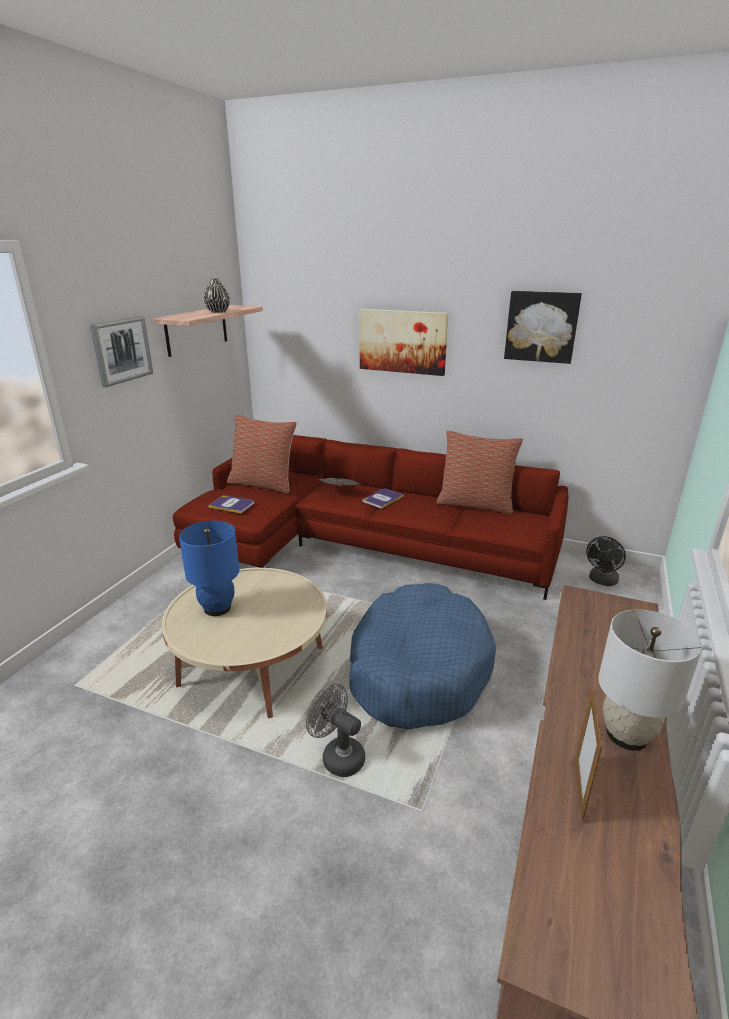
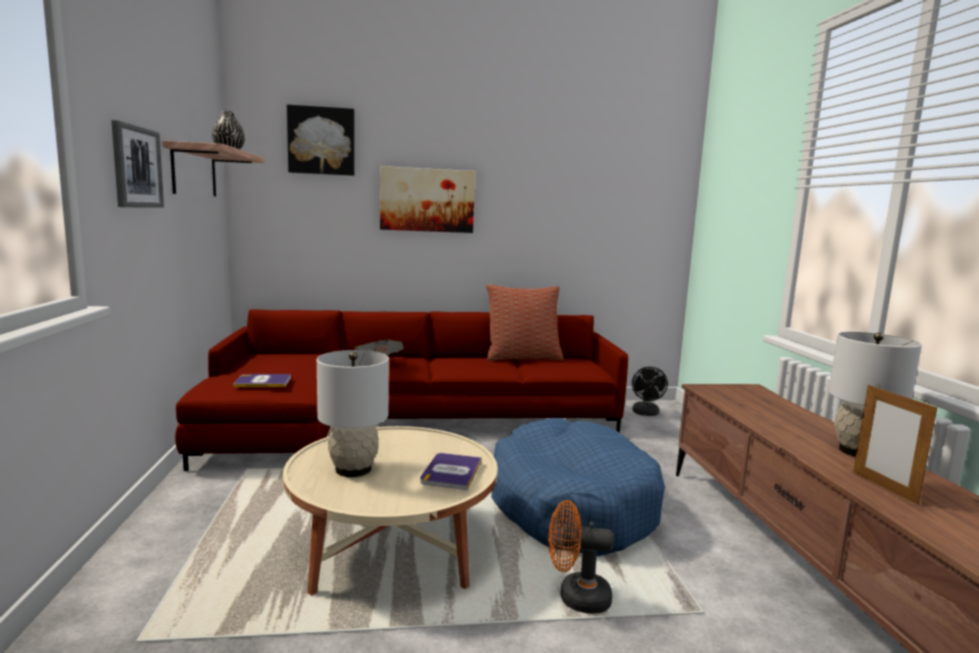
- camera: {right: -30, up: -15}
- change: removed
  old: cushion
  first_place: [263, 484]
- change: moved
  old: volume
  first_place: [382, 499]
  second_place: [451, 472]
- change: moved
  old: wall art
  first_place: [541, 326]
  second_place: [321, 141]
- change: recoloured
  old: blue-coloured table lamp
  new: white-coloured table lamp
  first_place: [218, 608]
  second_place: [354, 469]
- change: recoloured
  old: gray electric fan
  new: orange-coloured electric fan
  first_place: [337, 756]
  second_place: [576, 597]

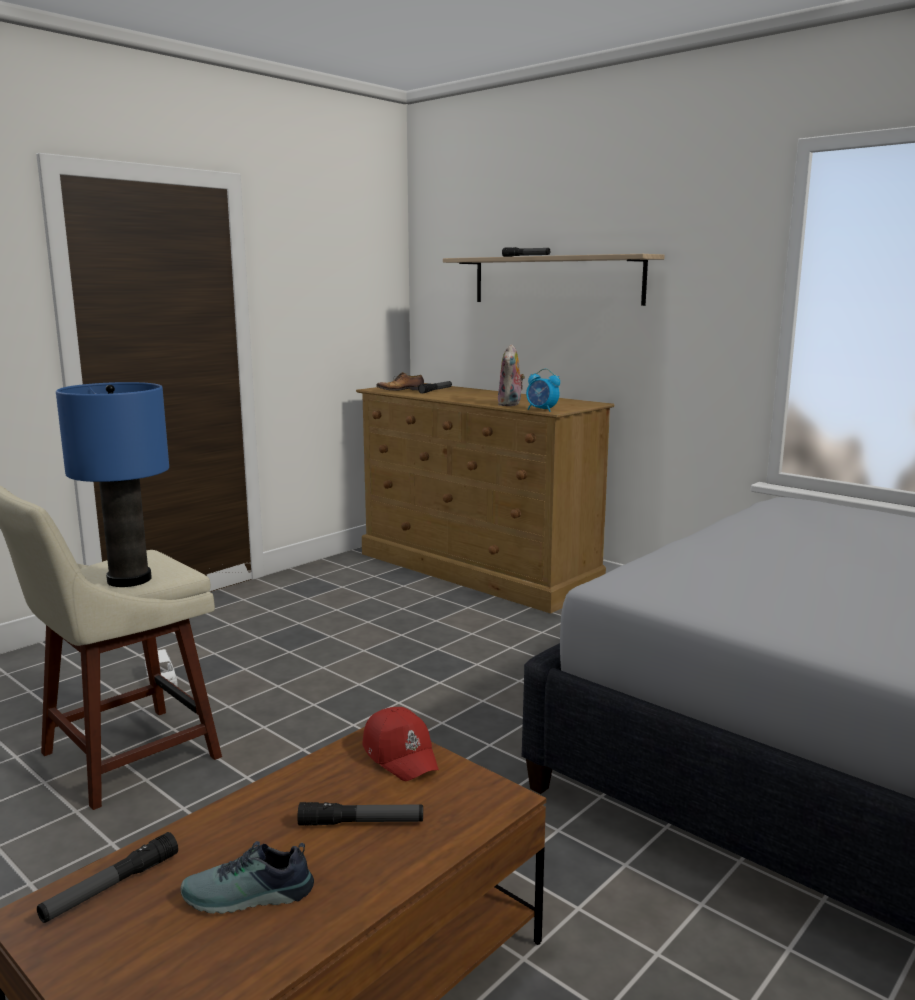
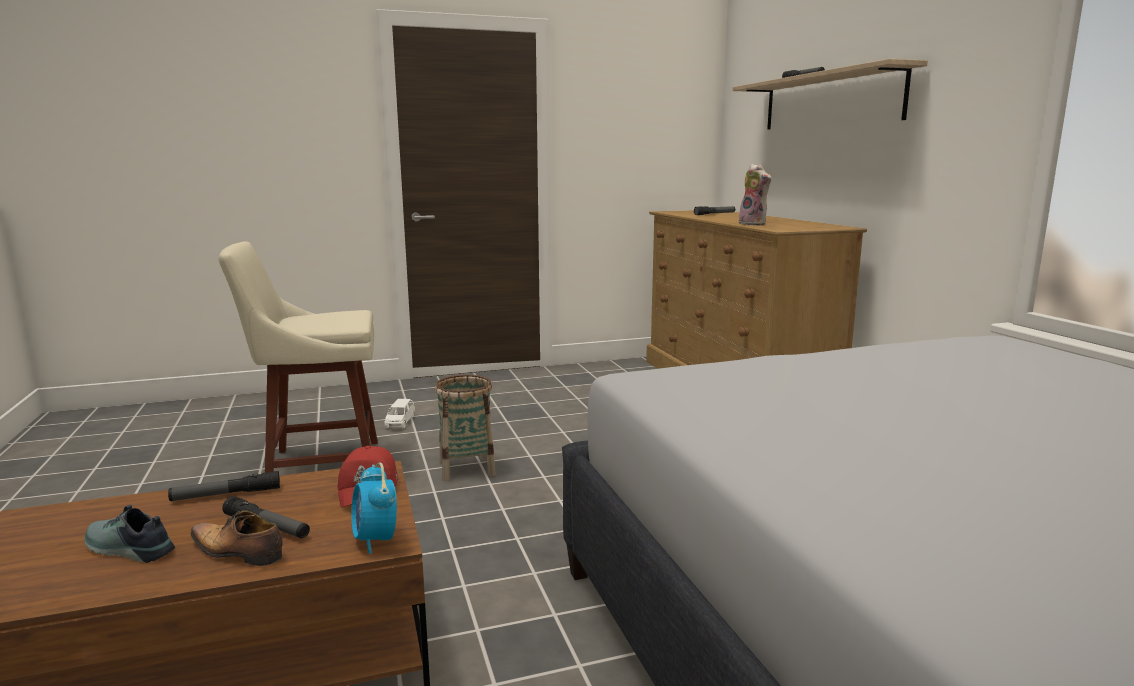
- camera: {right: 30, up: 0}
- change: removed
  old: blue-coloured table lamp
  first_place: [130, 580]
- change: added
  new: basket
  second_place: [467, 468]
- change: moved
  old: torch
  first_place: [111, 887]
  second_place: [226, 495]
- change: moved
  old: item of footwear
  first_place: [401, 390]
  second_place: [237, 552]
- change: moved
  old: alarm clock
  first_place: [542, 410]
  second_place: [375, 540]
- change: turned
  old: cuddly toy
  first_place: [510, 404]
  second_place: [754, 224]
  degrees: -75

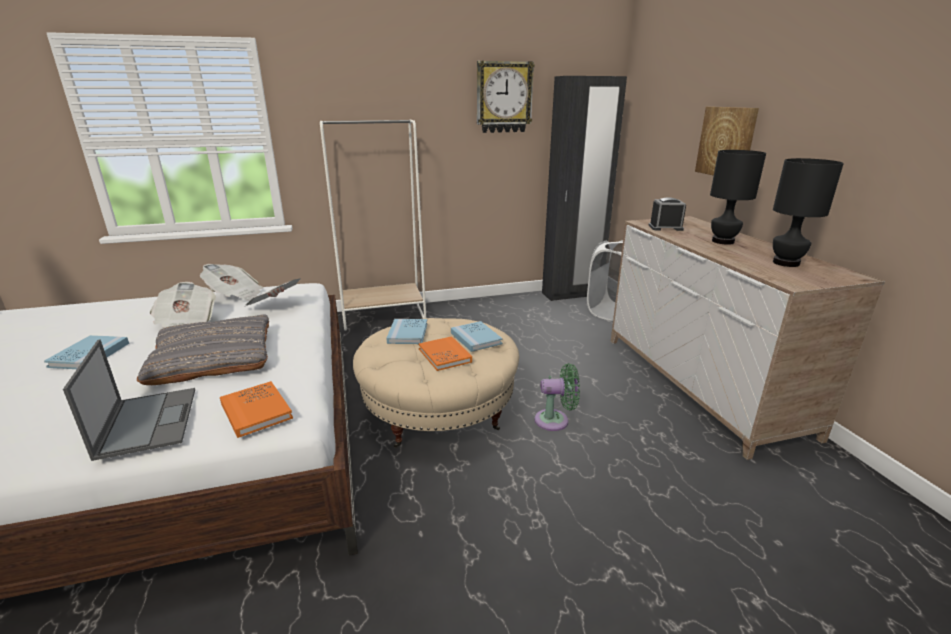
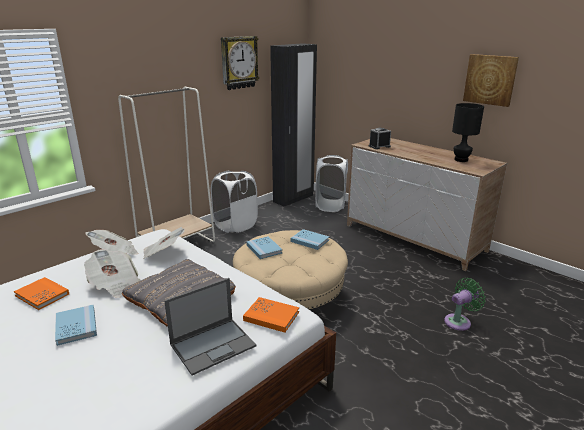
- camera: {right: -30, up: 0}
- change: removed
  old: black table lamp
  first_place: [723, 241]
- change: added
  new: white-coloured hamper
  second_place: [235, 225]
- change: moved
  old: orange-coloured volume
  first_place: [444, 355]
  second_place: [42, 295]
- change: moved
  old: greenish electric fan
  first_place: [555, 420]
  second_place: [459, 321]
- change: moved
  old: wall art
  first_place: [726, 142]
  second_place: [490, 79]
- change: turned
  old: portable computer
  first_place: [148, 421]
  second_place: [214, 345]
  degrees: 105

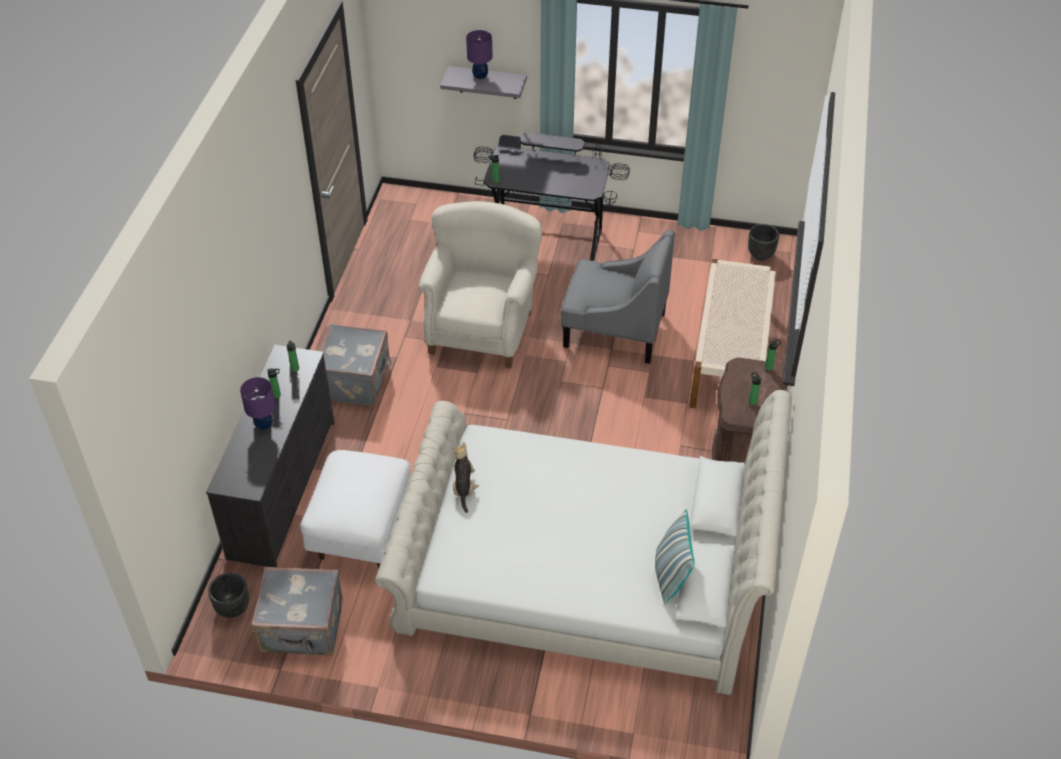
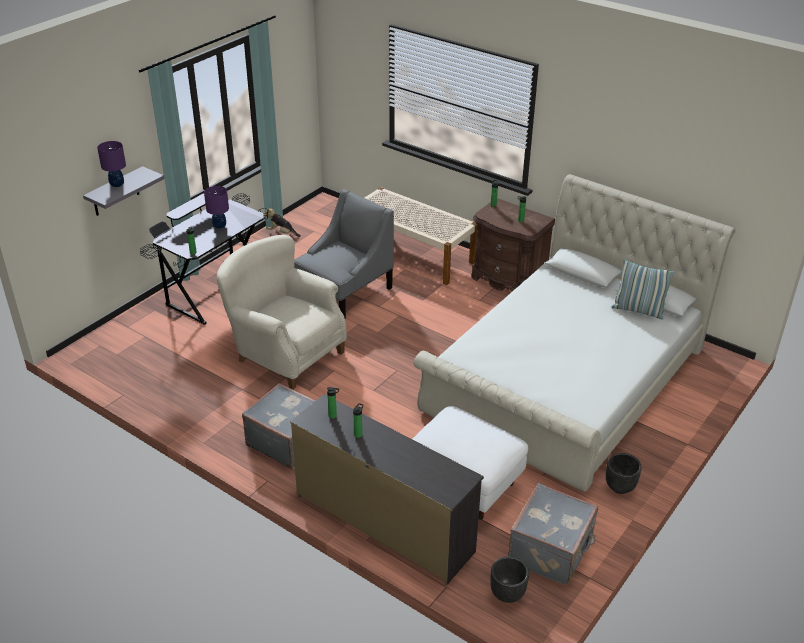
- camera: {right: -65, up: -10}
- change: moved
  old: purple table lamp
  first_place: [263, 425]
  second_place: [219, 226]
- change: moved
  old: cuddly toy
  first_place: [464, 488]
  second_place: [282, 233]
- change: moved
  old: black plant pot
  first_place: [760, 255]
  second_place: [619, 487]

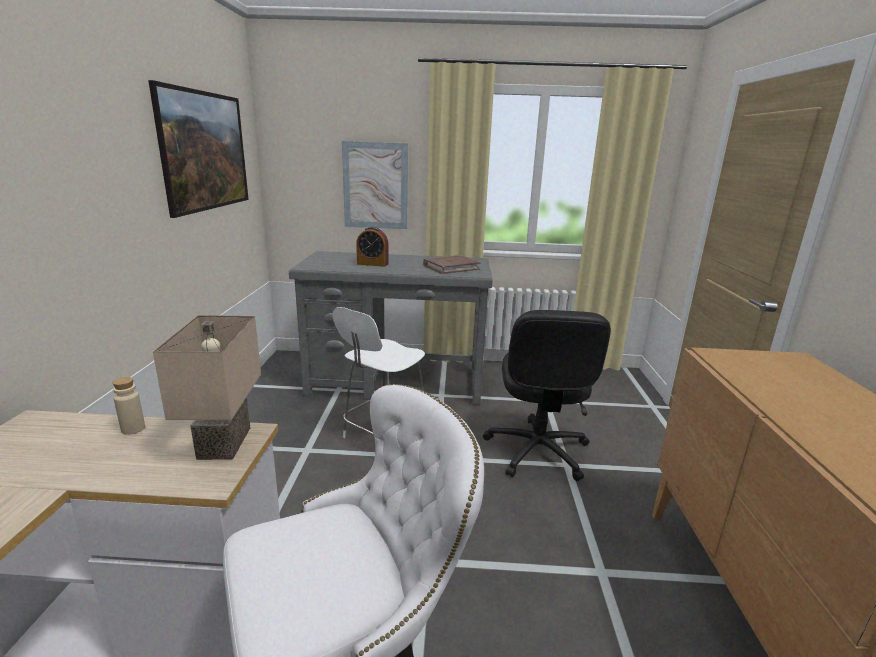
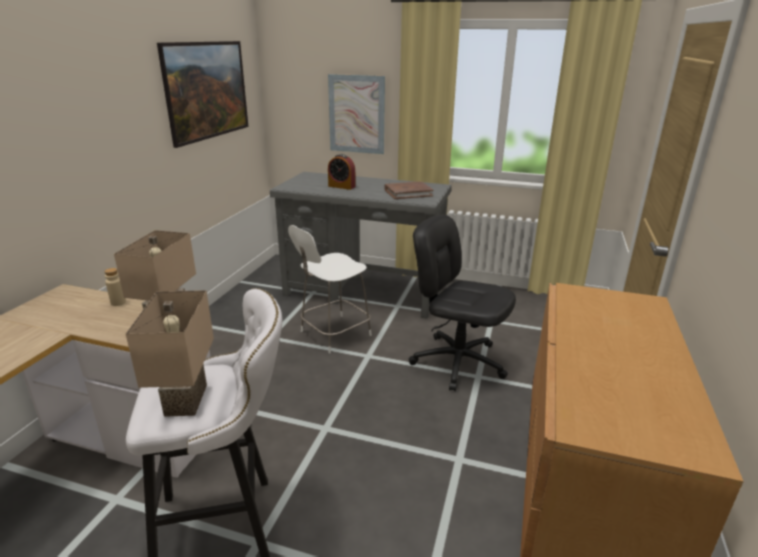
- camera: {right: 15, up: 5}
- change: added
  new: sand-coloured table lamp
  second_place: [188, 400]
- change: turned
  old: black computer chair
  first_place: [537, 450]
  second_place: [458, 361]
  degrees: 105

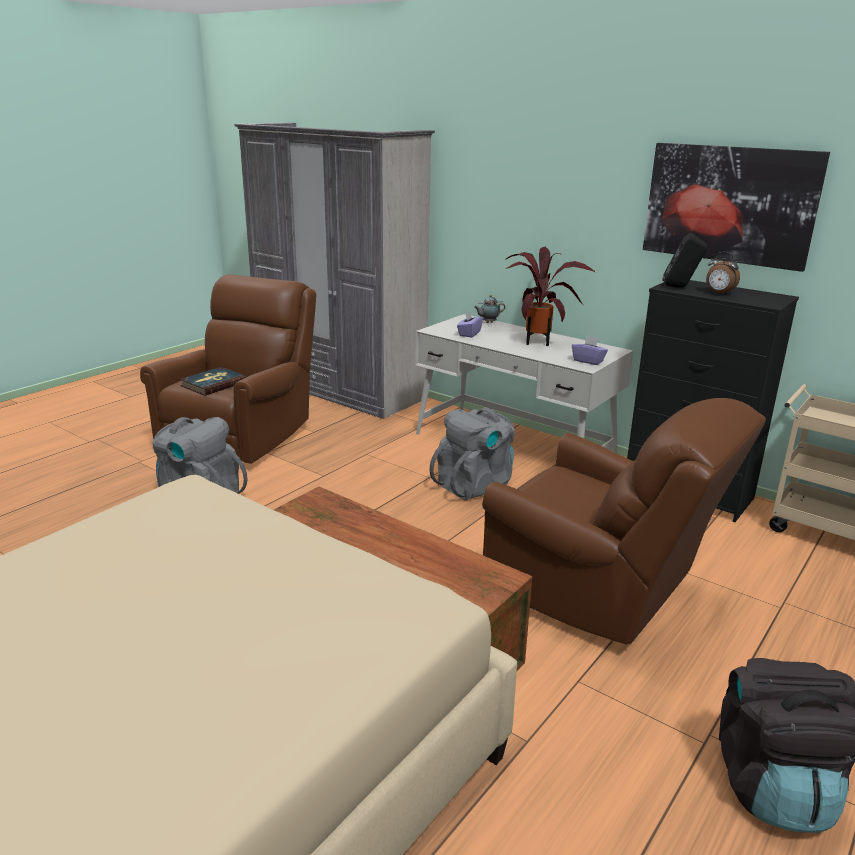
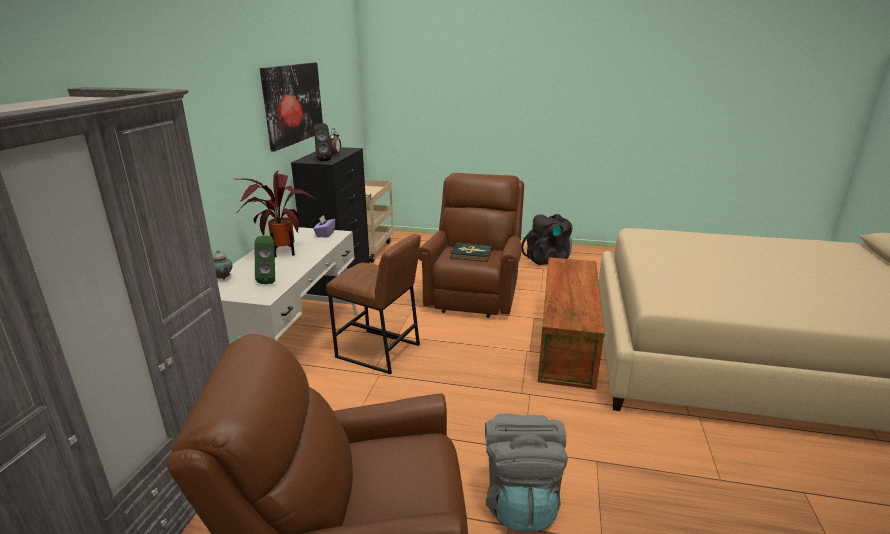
- camera: {right: -115, up: 0}
- change: moved
  old: volume
  first_place: [213, 384]
  second_place: [471, 254]
- change: replaced
  old: gray rucksack
  new: brown upright chair
  first_place: [475, 485]
  second_place: [379, 351]
- change: replaced
  old: purple tissue holder
  new: greenish loudspeaker
  first_place: [469, 334]
  second_place: [270, 280]

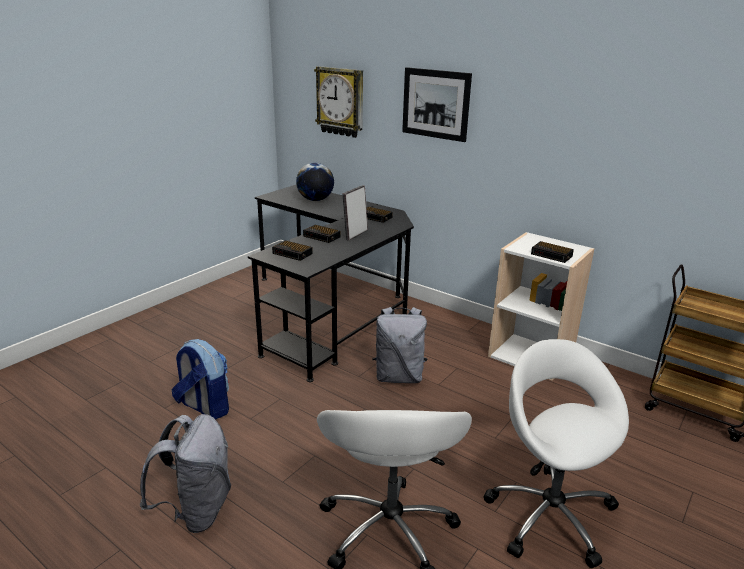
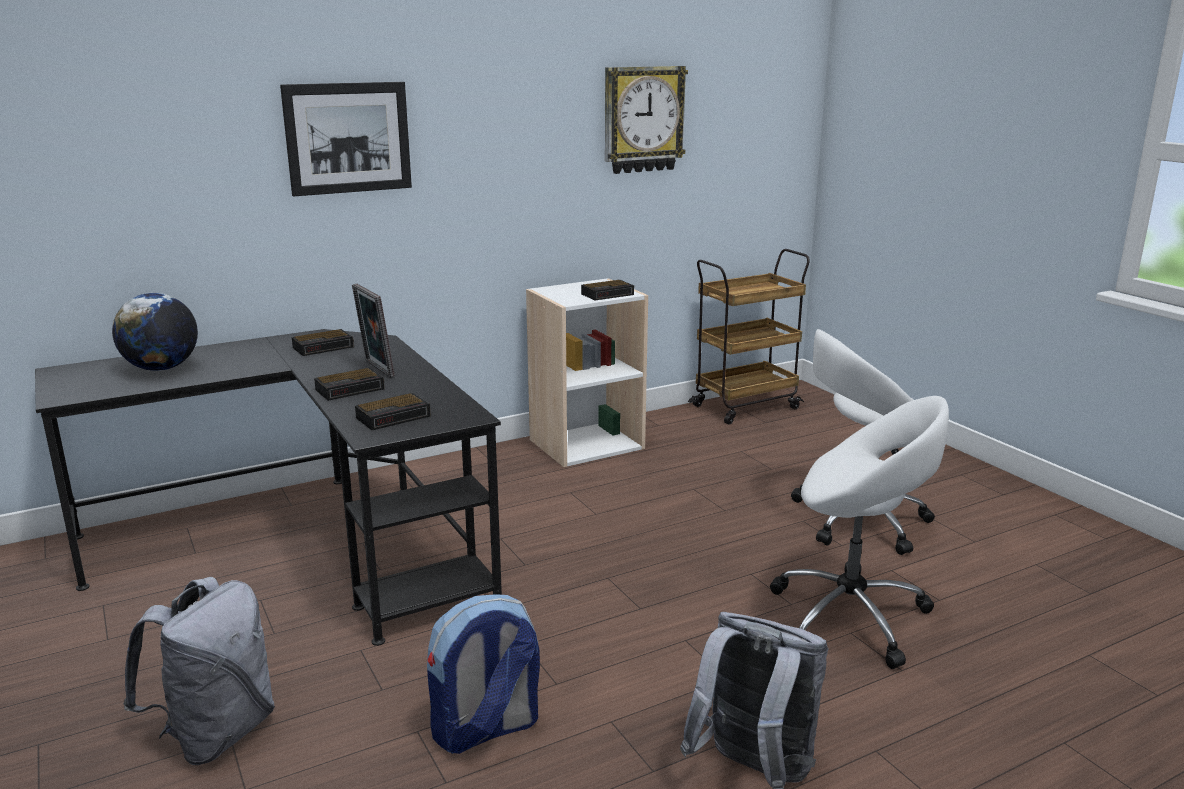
- camera: {right: -65, up: -5}
- change: moved
  old: clock on the wall
  first_place: [340, 101]
  second_place: [642, 119]
- change: moved
  old: gray rucksack
  first_place: [399, 377]
  second_place: [216, 734]

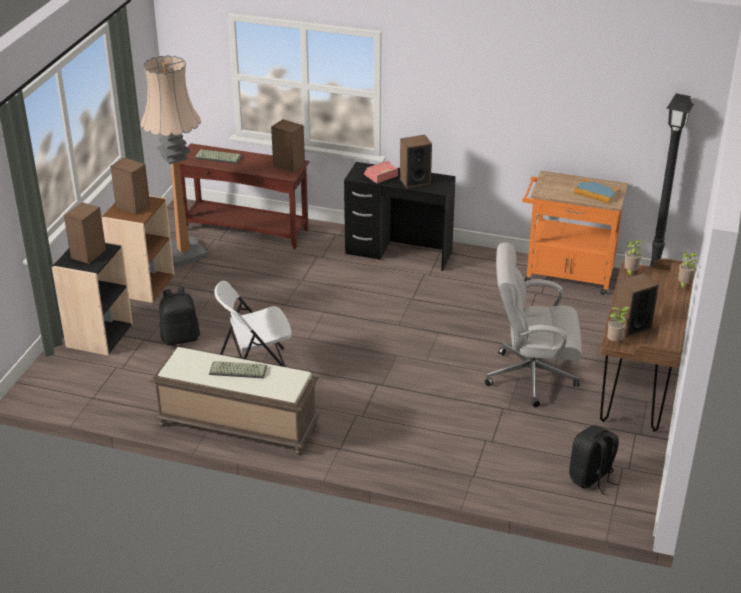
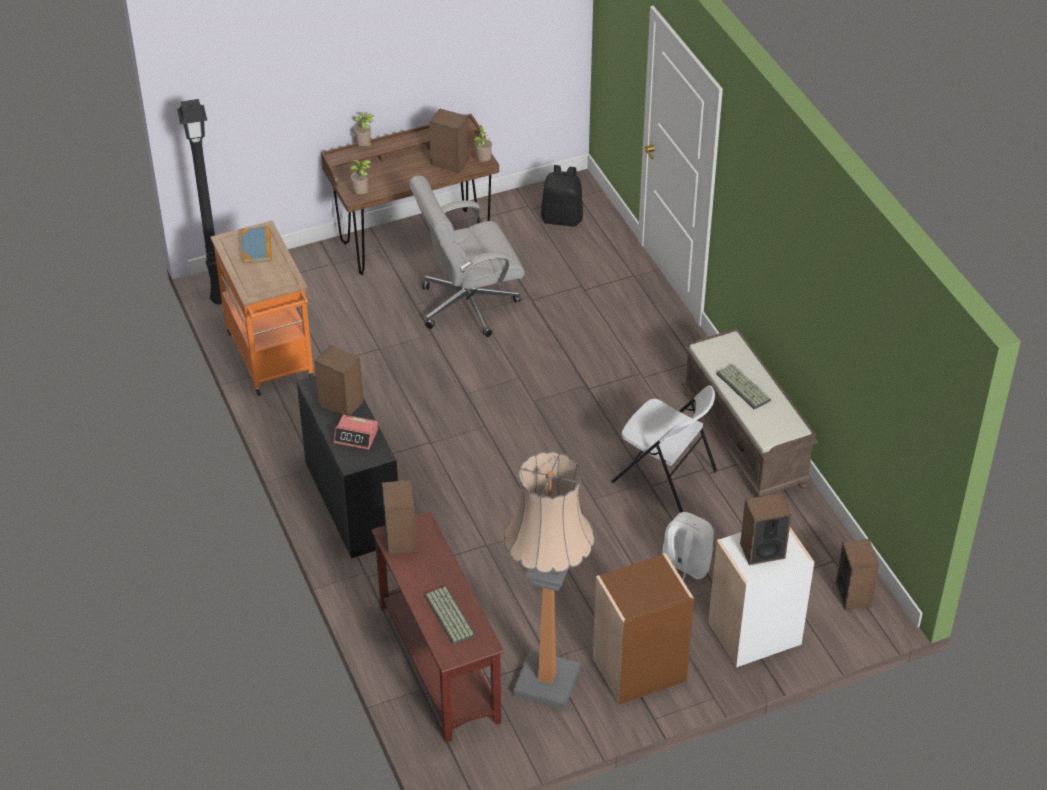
- camera: {right: -130, up: 10}
- change: moved
  old: loudspeaker
  first_place: [133, 206]
  second_place: [853, 594]
- change: recoloured
  old: black bookshelf
  new: white-coloured bookshelf
  first_place: [99, 334]
  second_place: [754, 634]
- change: recoloured
  old: black rucksack
  new: white-coloured rucksack
  first_place: [180, 338]
  second_place: [684, 567]
- change: turned
  old: gray computer chair
  first_place: [531, 376]
  second_place: [468, 304]
  degrees: 105

